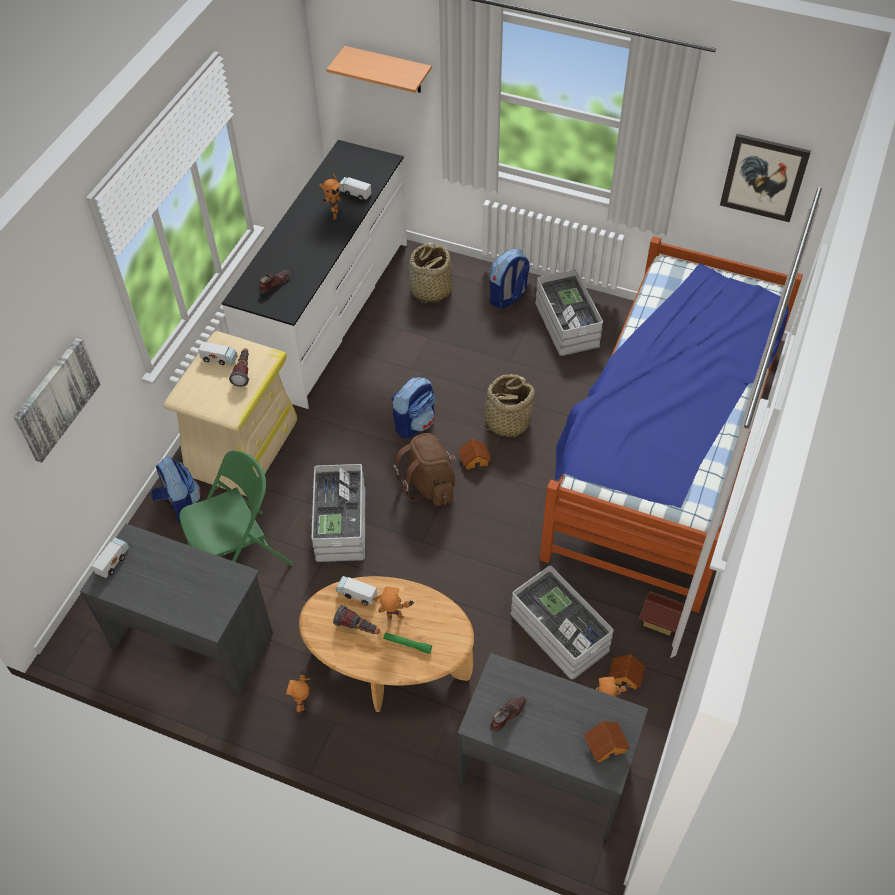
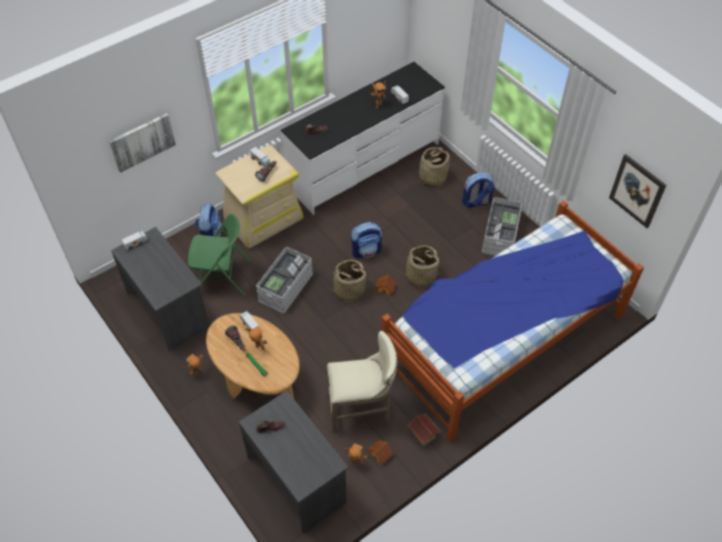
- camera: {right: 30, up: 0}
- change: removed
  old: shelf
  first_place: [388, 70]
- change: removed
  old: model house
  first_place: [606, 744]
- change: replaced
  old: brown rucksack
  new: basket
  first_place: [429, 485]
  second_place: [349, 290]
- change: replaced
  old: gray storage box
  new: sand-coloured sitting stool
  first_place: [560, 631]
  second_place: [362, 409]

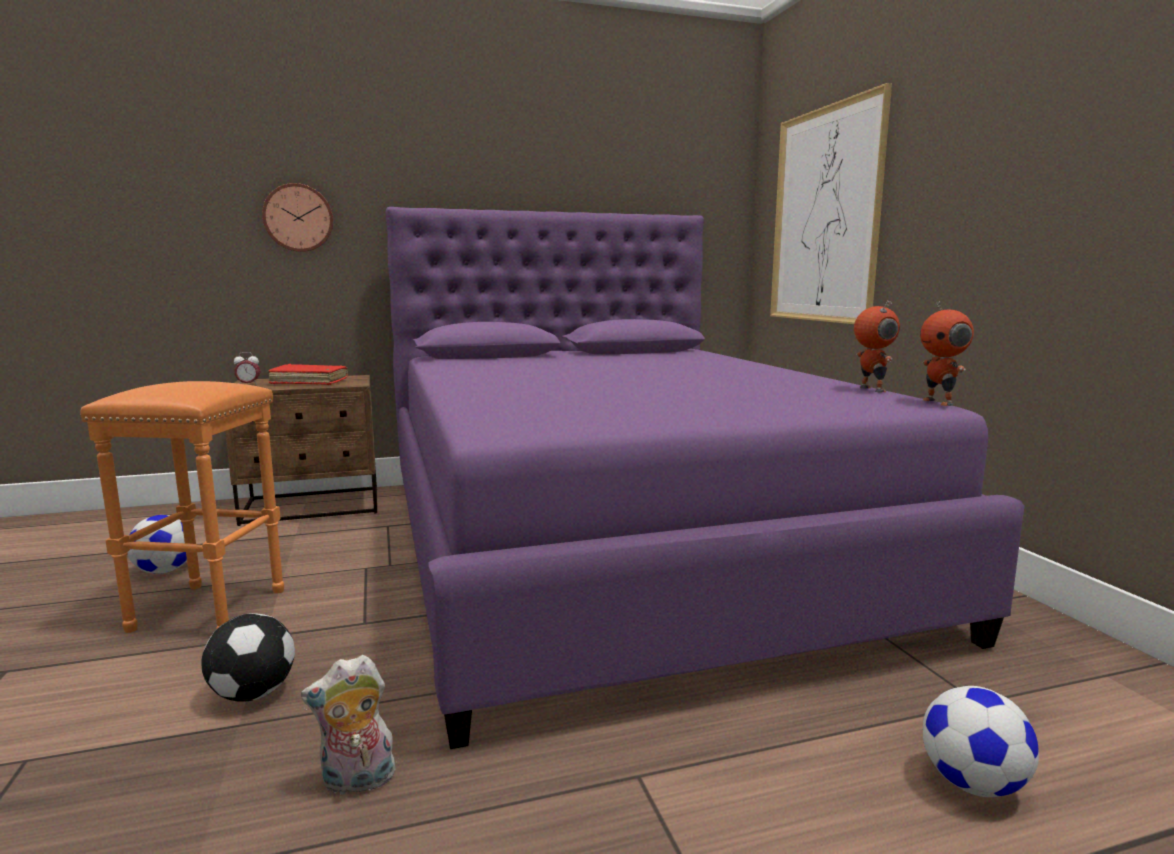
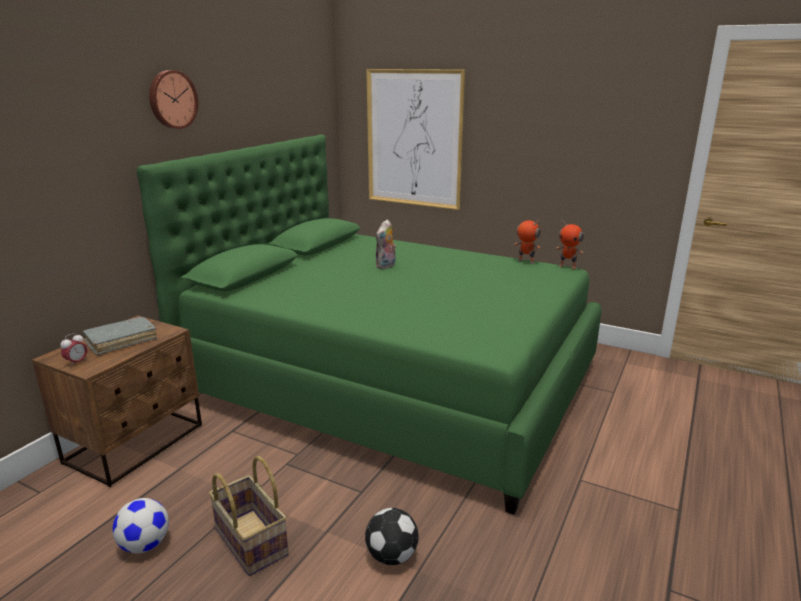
- camera: {right: -45, up: 10}
- change: removed
  old: ball for football
  first_place: [972, 784]
- change: moved
  old: clock on the wall
  first_place: [299, 218]
  second_place: [172, 99]
- change: moved
  old: cuddly toy
  first_place: [356, 782]
  second_place: [386, 266]
- change: replaced
  old: orange-coloured sitting stool
  new: basket
  first_place: [208, 608]
  second_place: [249, 542]
- change: recoloured
  old: red volume
  new: gray volume
  first_place: [309, 382]
  second_place: [121, 341]
- change: recoloured
  old: purple bed
  new: greenish bed
  first_place: [621, 545]
  second_place: [392, 380]

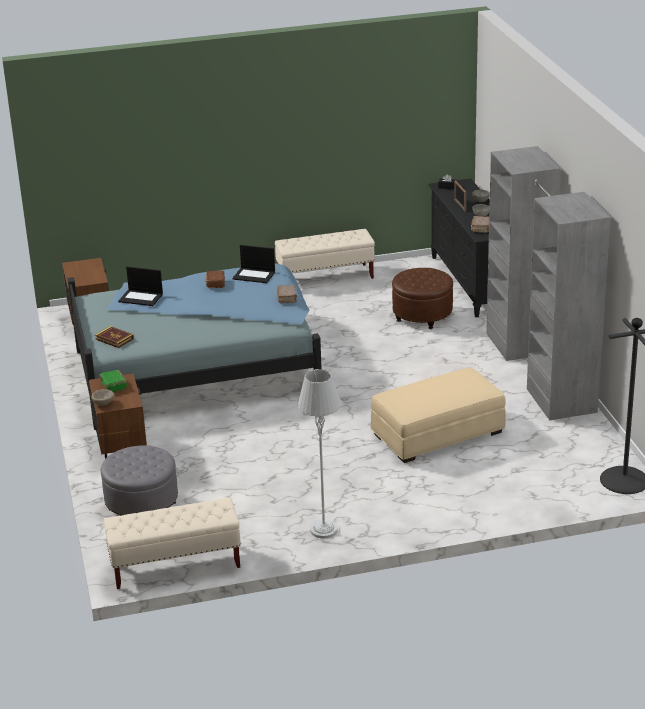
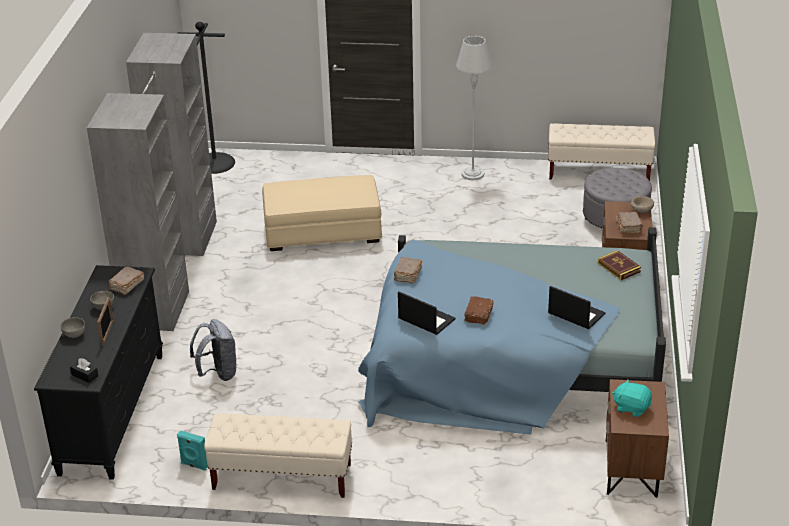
- camera: {right: -160, up: 5}
- change: added
  new: blue-green loudspeaker
  second_place: [194, 465]
- change: added
  new: blue-green cuddly toy
  second_place: [631, 407]
- change: replaced
  old: brown ottoman
  new: gray rucksack
  first_place: [422, 316]
  second_place: [218, 373]
- change: recoloured
  old: greenish volume
  new: brown volume
  first_place: [113, 386]
  second_place: [629, 227]

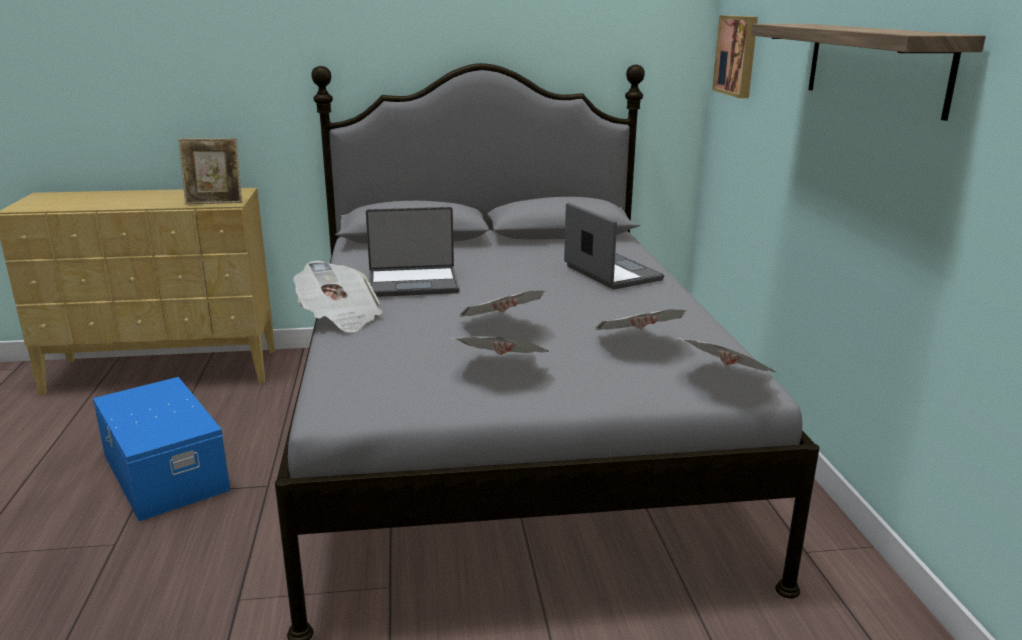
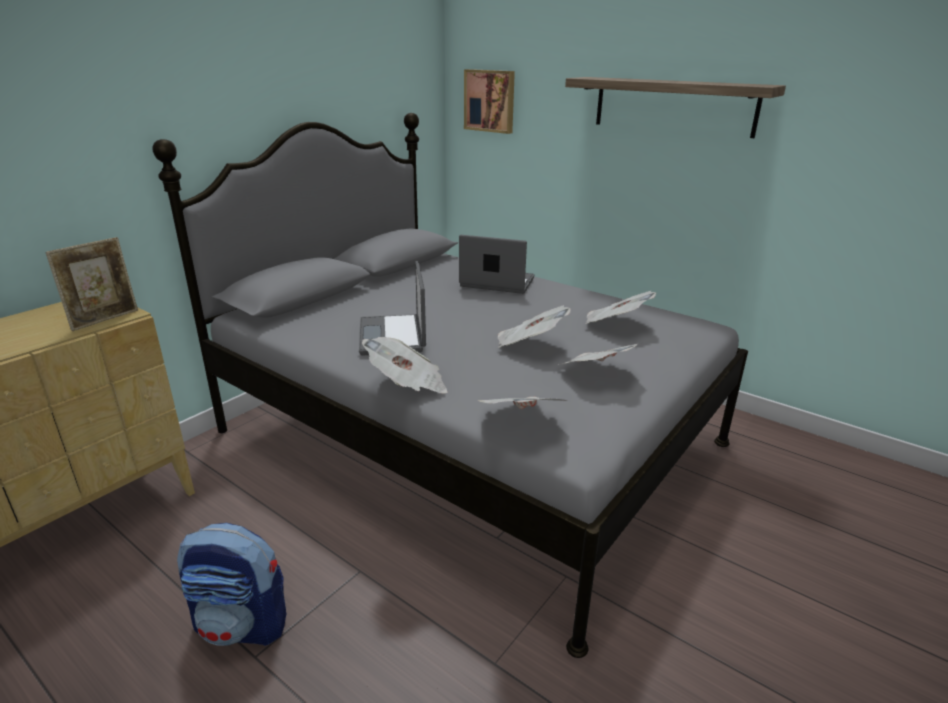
- camera: {right: -45, up: 5}
- change: moved
  old: daily paper
  first_place: [728, 381]
  second_place: [520, 421]
- change: replaced
  old: blue-coloured storage box
  new: rucksack
  first_place: [163, 473]
  second_place: [243, 624]
- change: turned
  old: portable computer
  first_place: [413, 283]
  second_place: [394, 336]
  degrees: 135

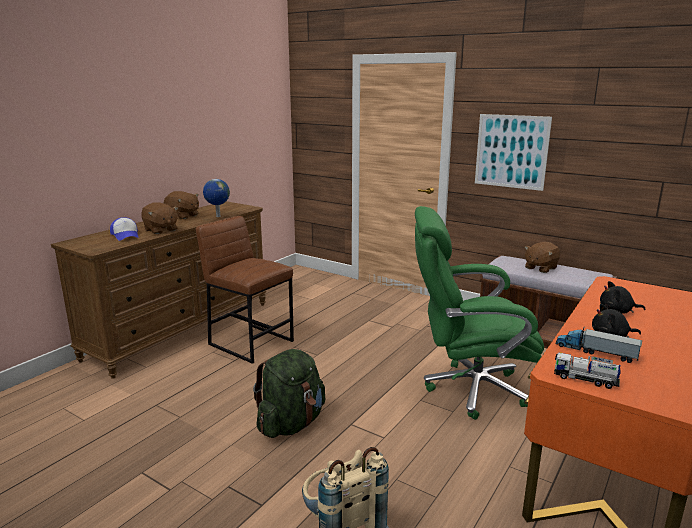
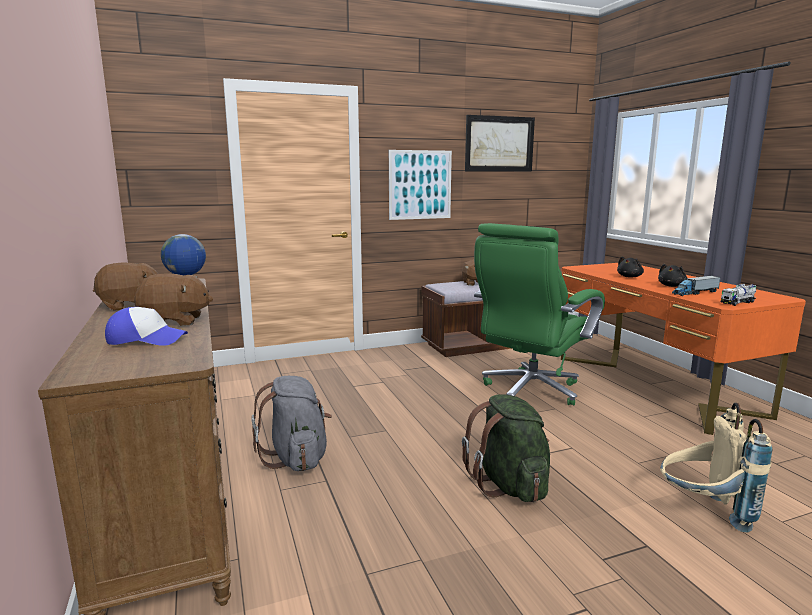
- camera: {right: -55, up: -5}
- change: added
  new: wall art
  second_place: [499, 144]
- change: replaced
  old: brown upright chair
  new: gray rucksack
  first_place: [250, 342]
  second_place: [297, 458]

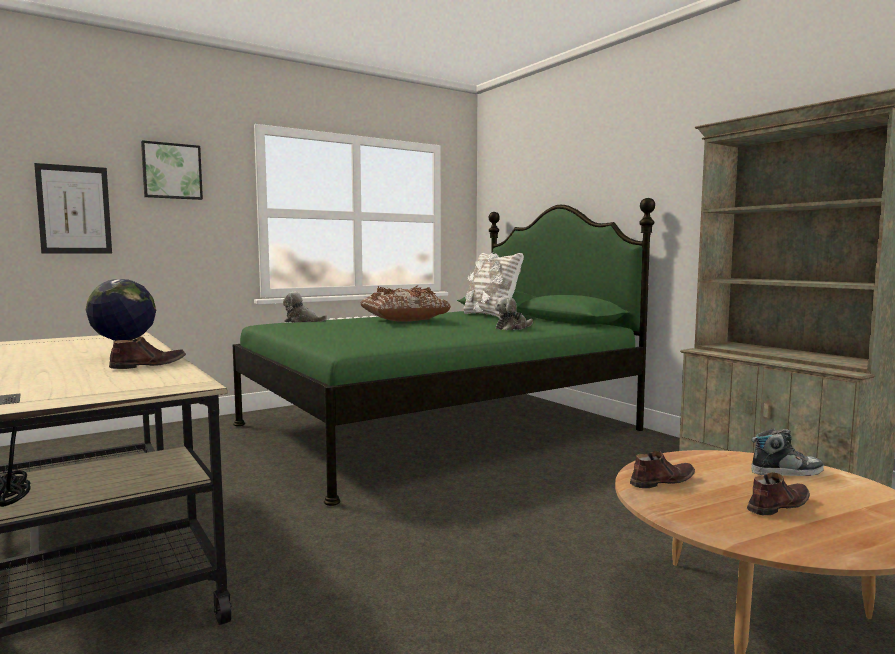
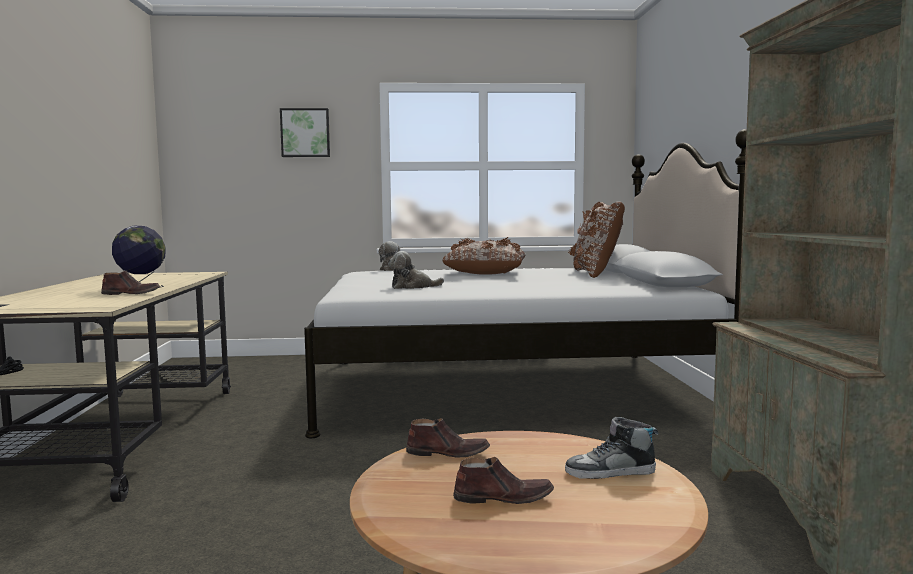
- camera: {right: 30, up: 0}
- change: removed
  old: wall art
  first_place: [74, 209]
- change: moved
  old: cuddly toy
  first_place: [512, 328]
  second_place: [412, 287]
- change: recoloured
  old: greenish bed
  new: white-coloured bed
  first_place: [437, 428]
  second_place: [506, 389]
- change: recoloured
  old: white-coloured cushion
  new: brown cushion
  first_place: [490, 316]
  second_place: [594, 273]
- change: turned
  old: item of footwear
  first_place: [786, 471]
  second_place: [610, 472]
  degrees: 150

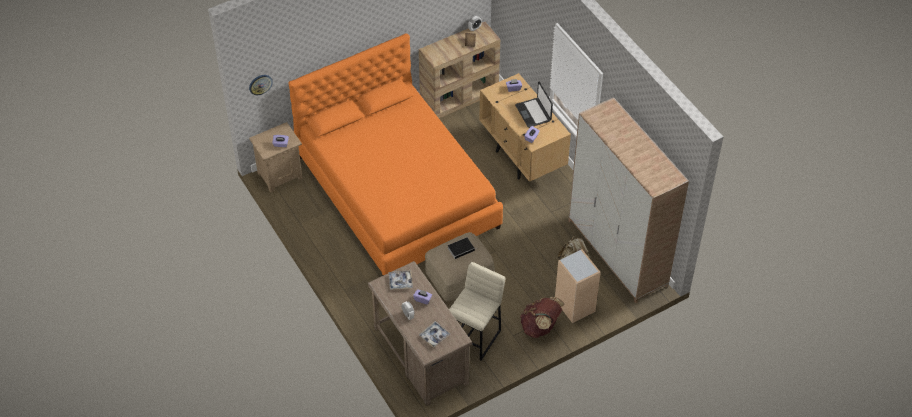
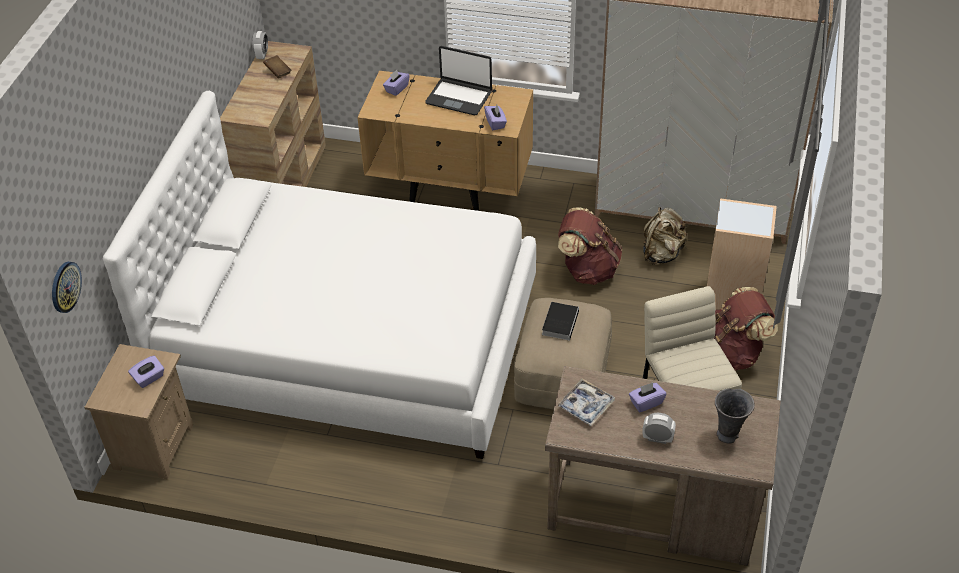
- camera: {right: -45, up: -5}
- change: added
  new: brown rucksack
  second_place: [587, 269]
- change: replaced
  old: carrying tray
  new: gray vase
  first_place: [434, 336]
  second_place: [728, 434]
- change: recoloured
  old: orange-coloured bed
  new: white-coloured bed
  first_place: [397, 191]
  second_place: [348, 339]

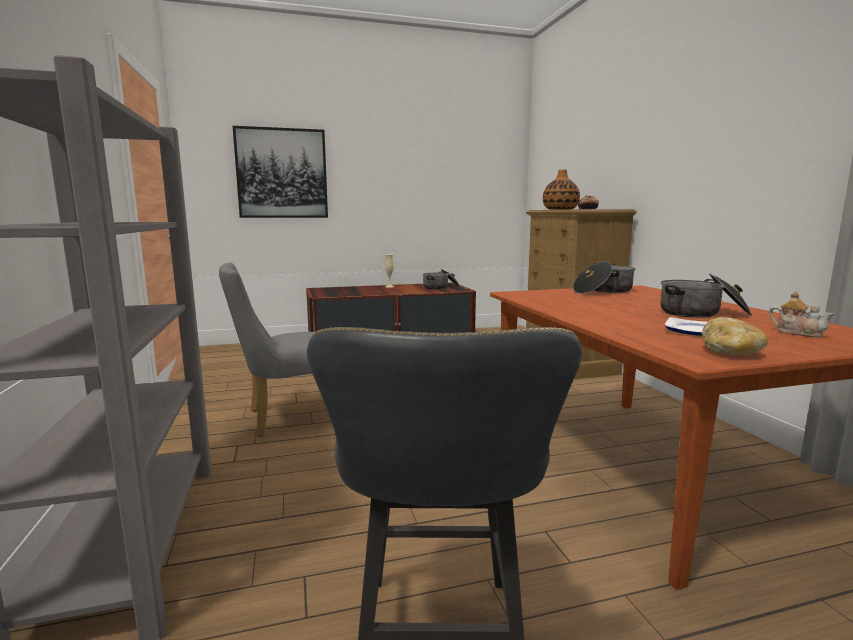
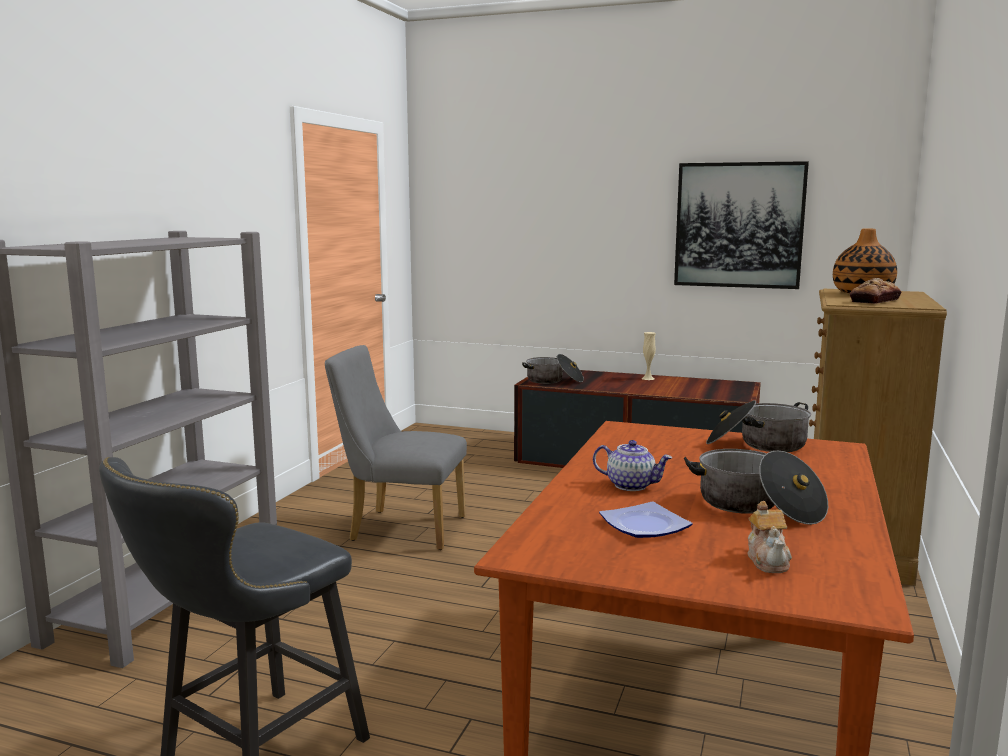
- camera: {right: 35, up: 0}
- change: removed
  old: bakery bread
  first_place: [730, 352]
- change: added
  new: teapot
  second_place: [631, 485]
- change: moved
  old: wall art
  first_place: [282, 173]
  second_place: [739, 225]
- change: moved
  old: stockpot
  first_place: [440, 287]
  second_place: [553, 380]

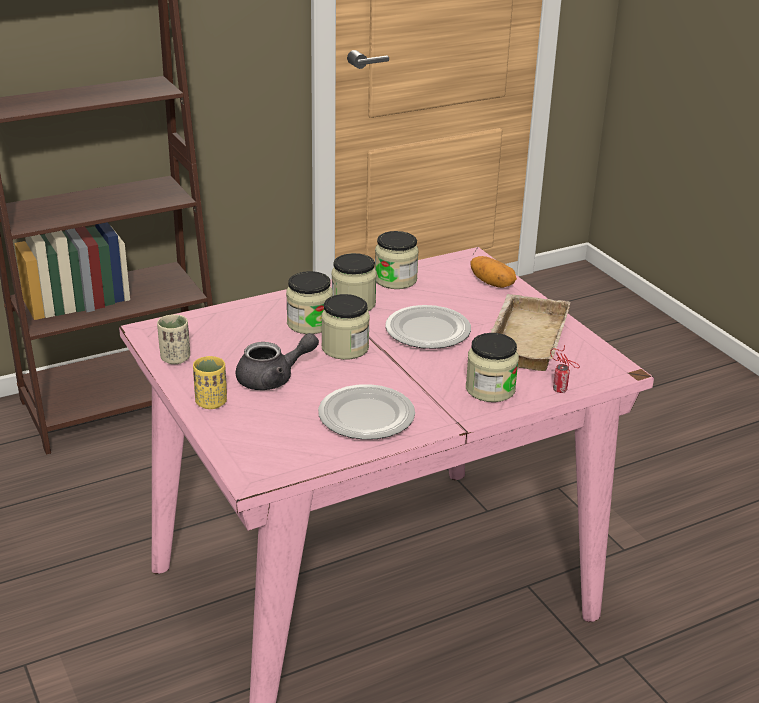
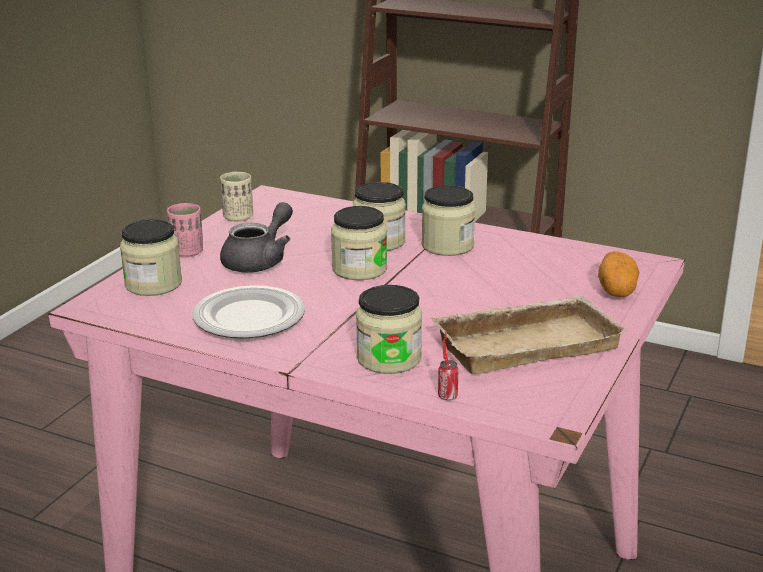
- camera: {right: 55, up: -5}
- change: removed
  old: plate
  first_place: [428, 332]
- change: moved
  old: jar
  first_place: [395, 280]
  second_place: [153, 284]
- change: recoloured
  old: yellow-coloured drinking cup
  new: pinkish drinking cup
  first_place: [211, 402]
  second_place: [187, 252]
- change: turned
  old: gray teapot
  first_place: [273, 379]
  second_place: [260, 261]
  degrees: -90

